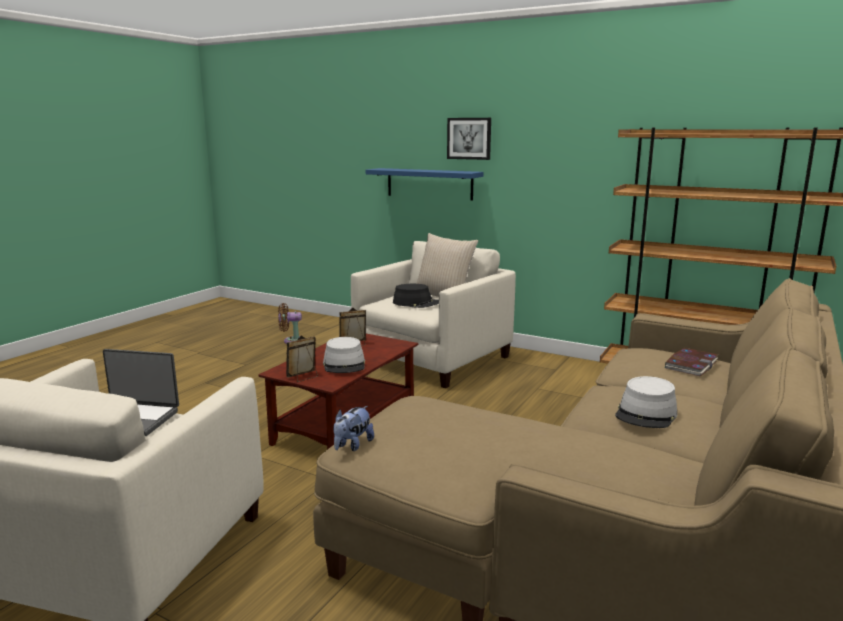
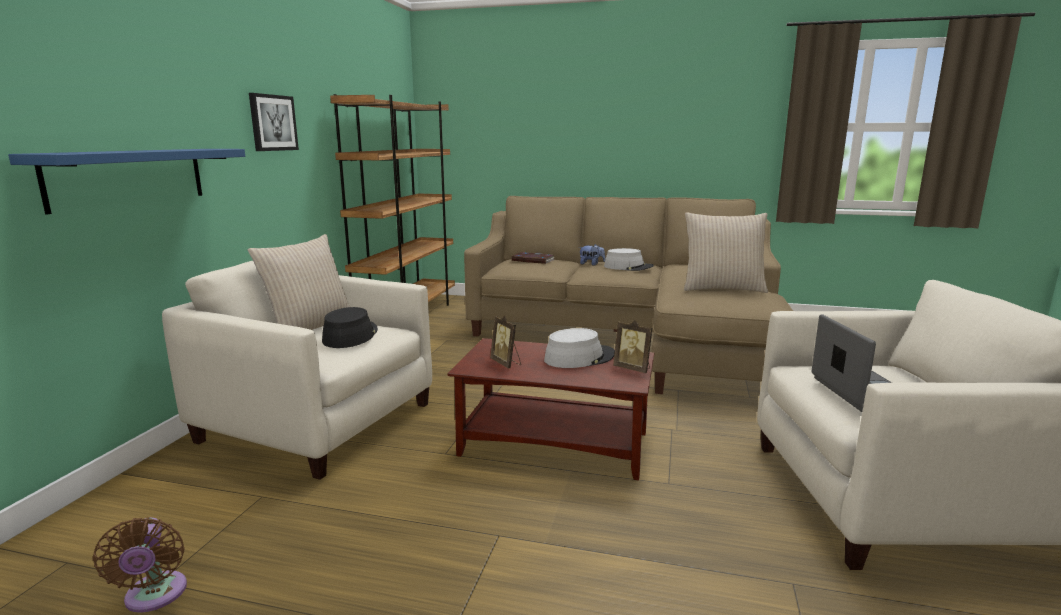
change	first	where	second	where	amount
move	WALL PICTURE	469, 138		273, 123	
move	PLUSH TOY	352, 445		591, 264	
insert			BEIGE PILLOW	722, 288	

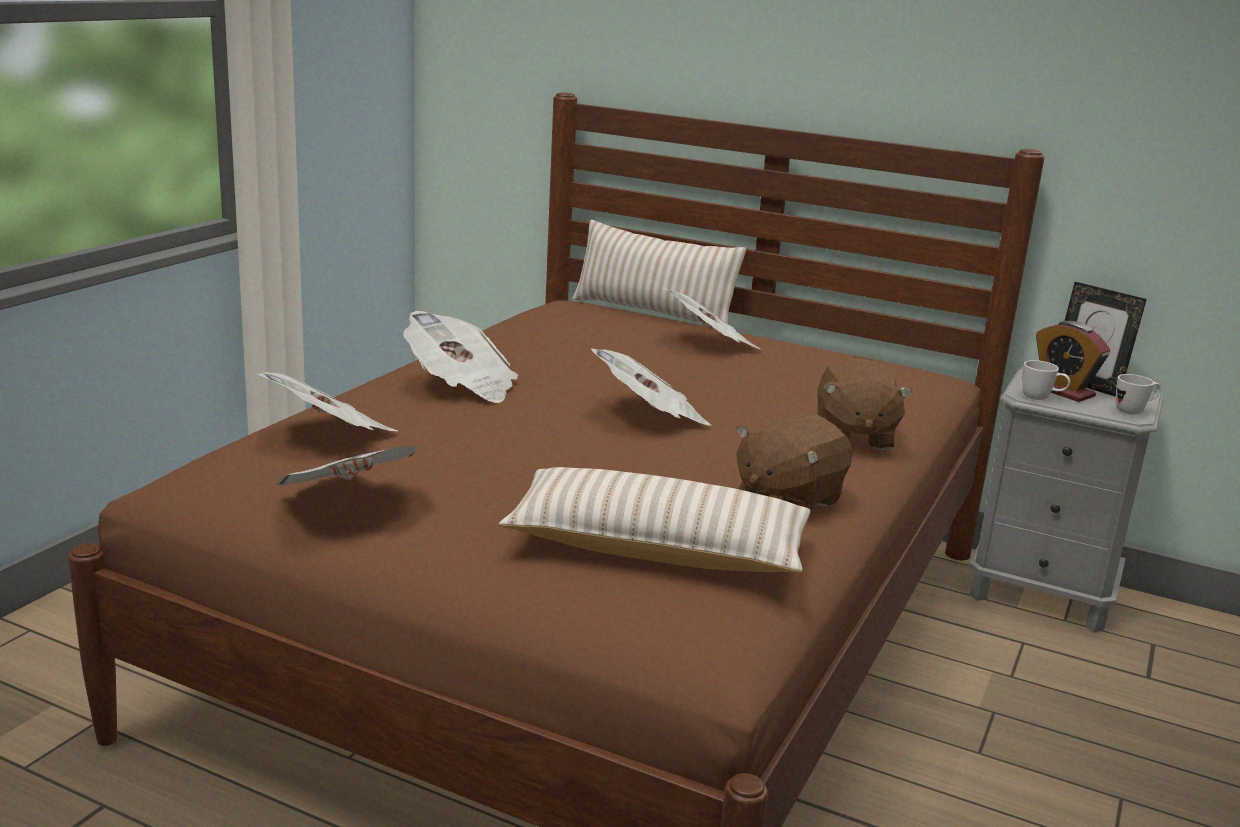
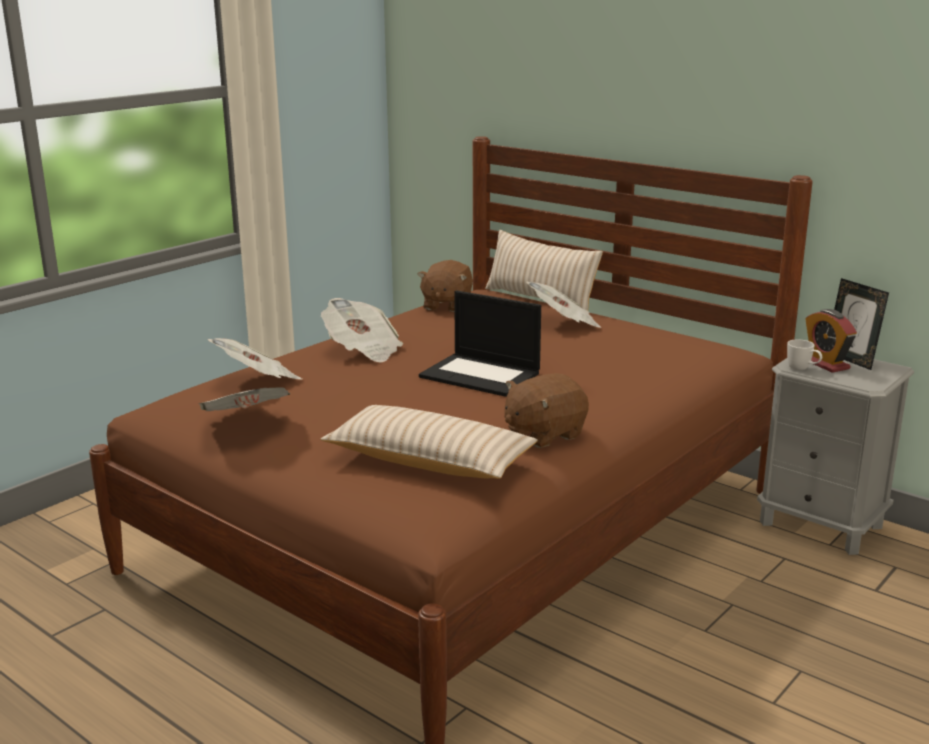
change	first	where	second	where	amount
replace	DAILY PAPER	650, 417	LAPTOP	481, 375	
move	BROWNISH PLUSH TOY	853, 436		446, 305	
delete	WHITE-COLOURED COFFEE MUG	1134, 411			

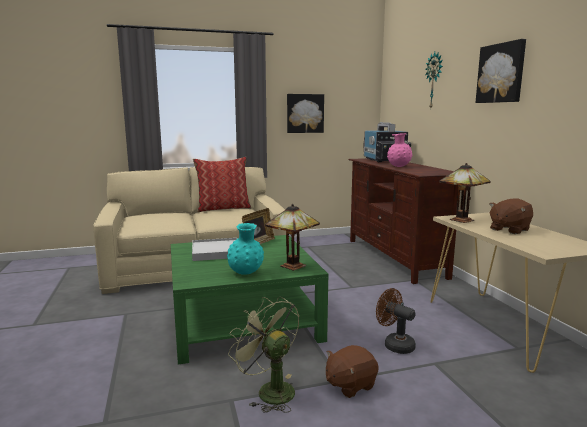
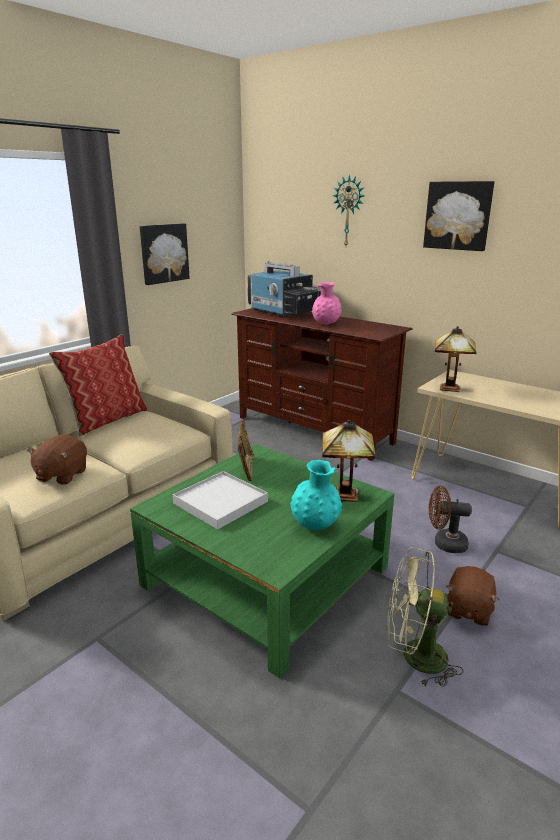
change	first	where	second	where	amount
move	BROWNISH PLUSH TOY	509, 229		61, 475	

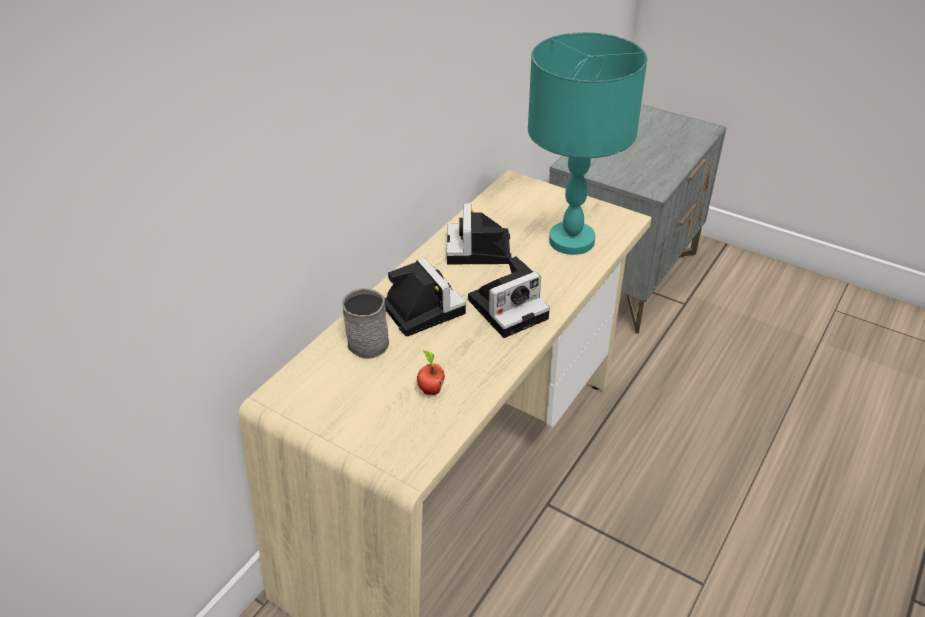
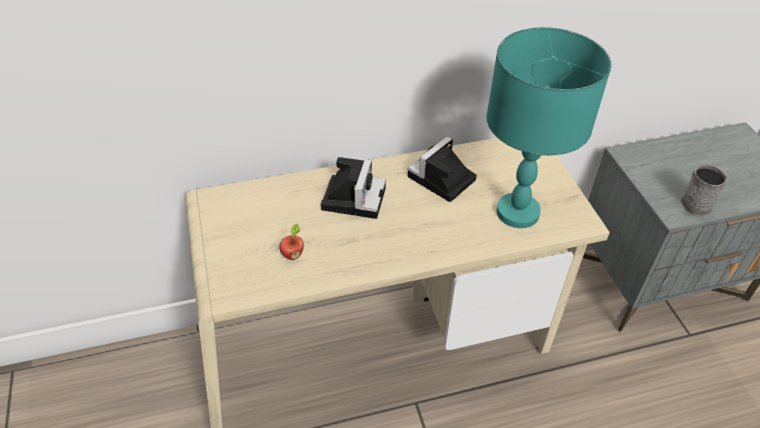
change	first	where	second	where	amount
delete	STILL CAMERA	509, 307			
move	GREY COFFEE MUG	364, 340		694, 201	

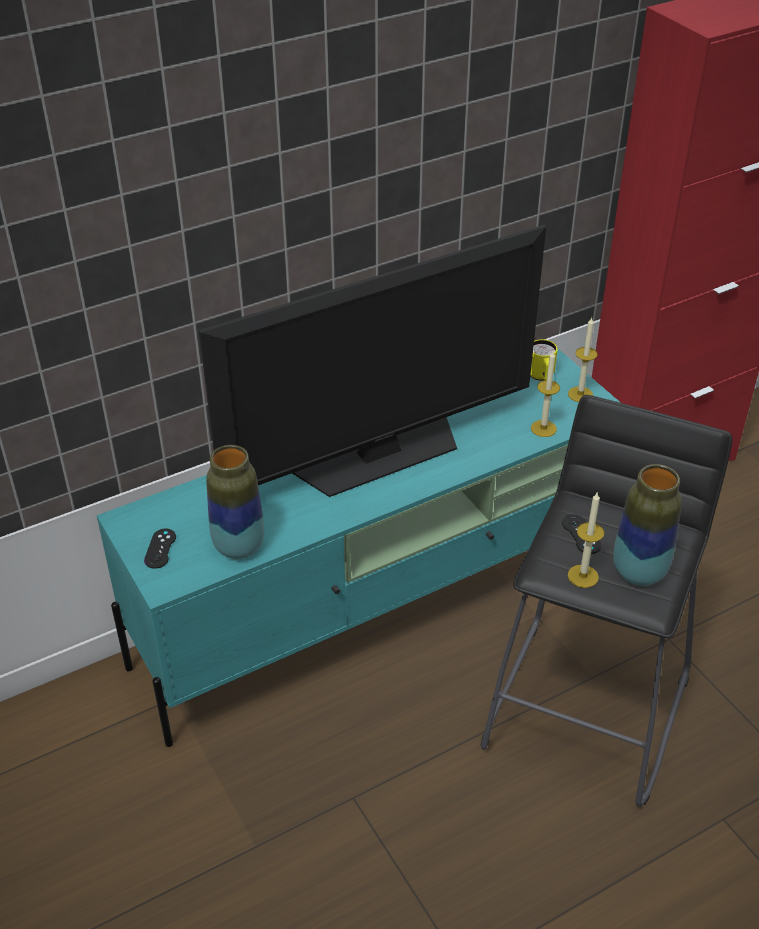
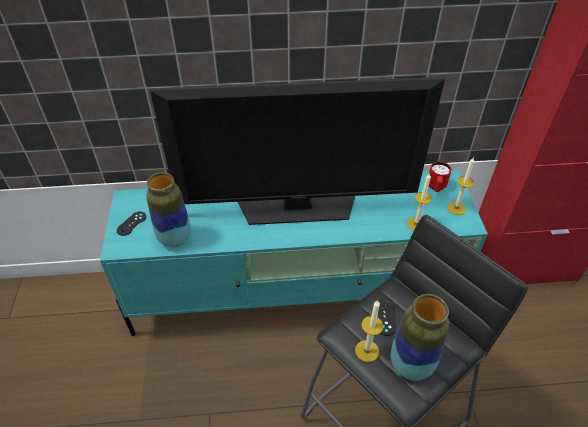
change	first	where	second	where	amount
recolor	YELLOW COFFEE MUG	541, 377	RED COFFEE MUG	436, 187	

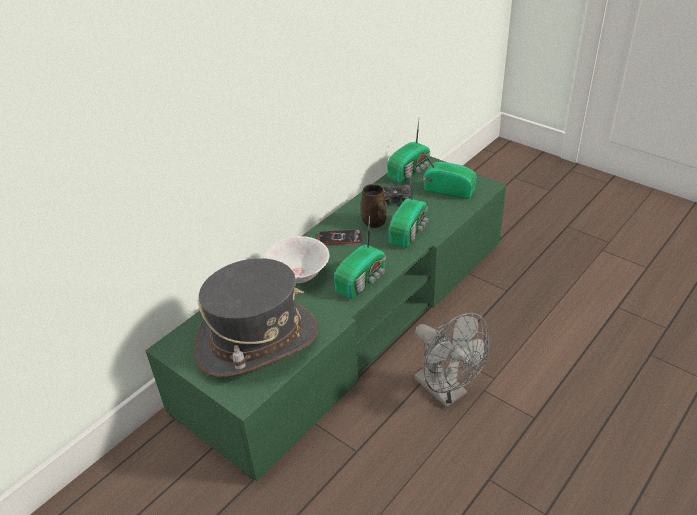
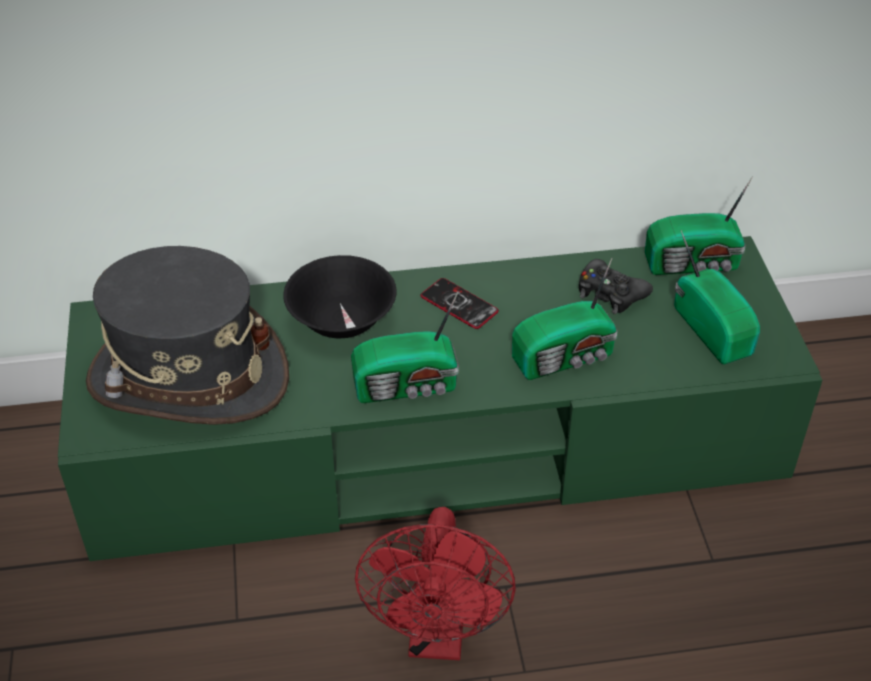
change	first	where	second	where	amount
delete	BROWNISH COFFEE MUG	375, 222			
recolor	WHITE-COLOURED BOWL	298, 275	BLACK BOWL	341, 322	
recolor	GREY FAN	446, 391	RED FAN	438, 636	

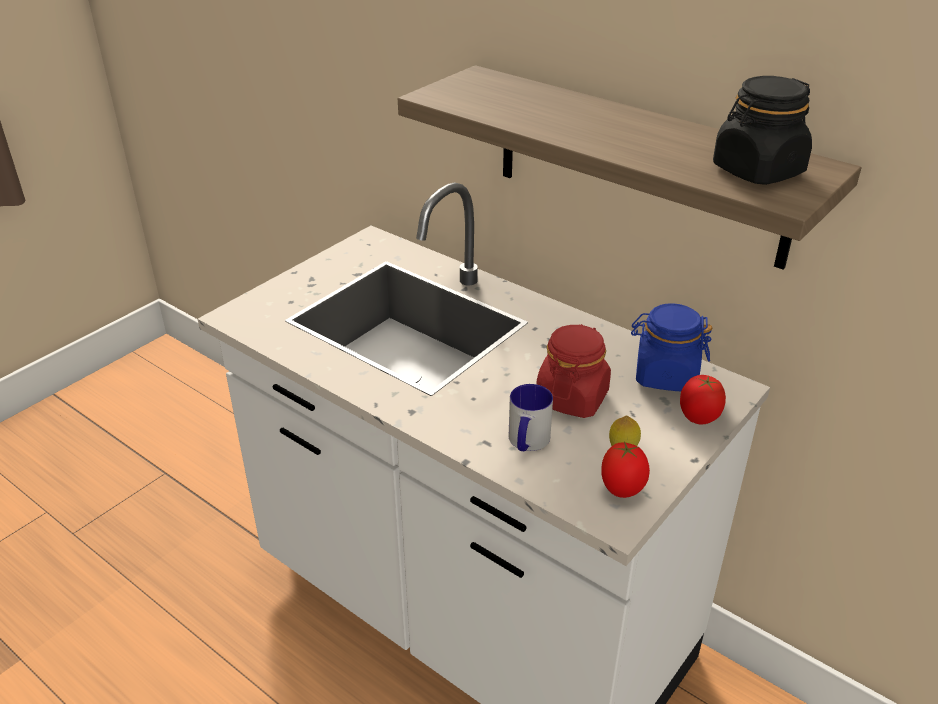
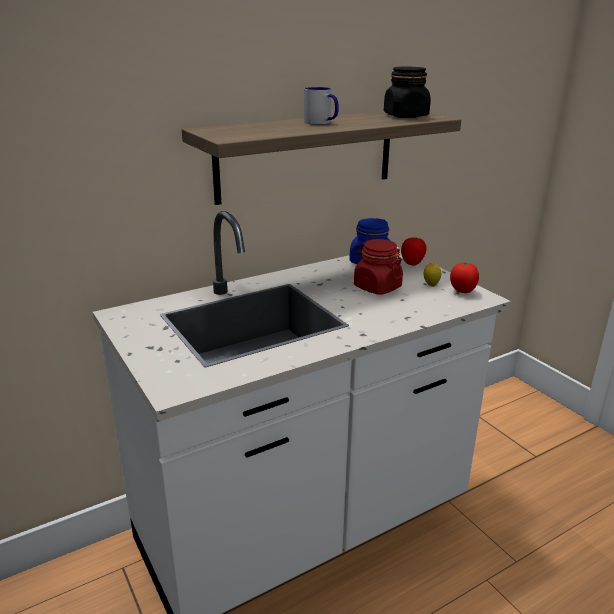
change	first	where	second	where	amount
move	COFFEE MUG	527, 442		321, 123	

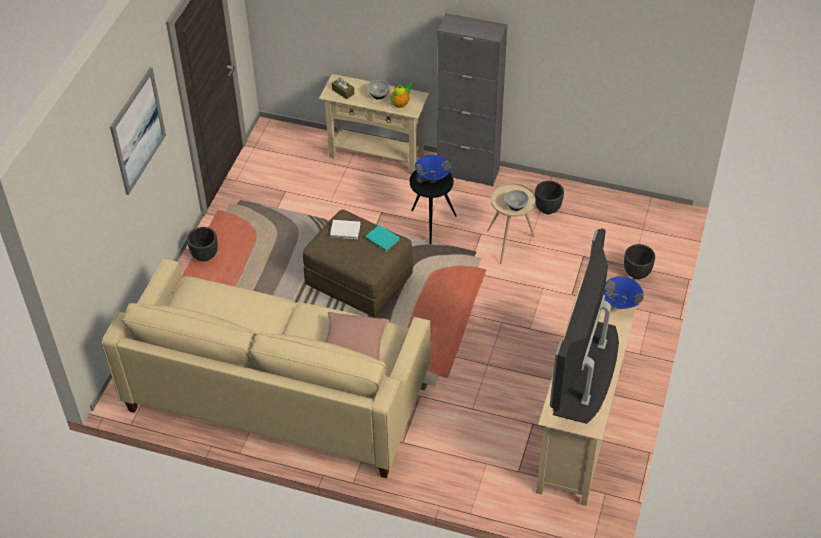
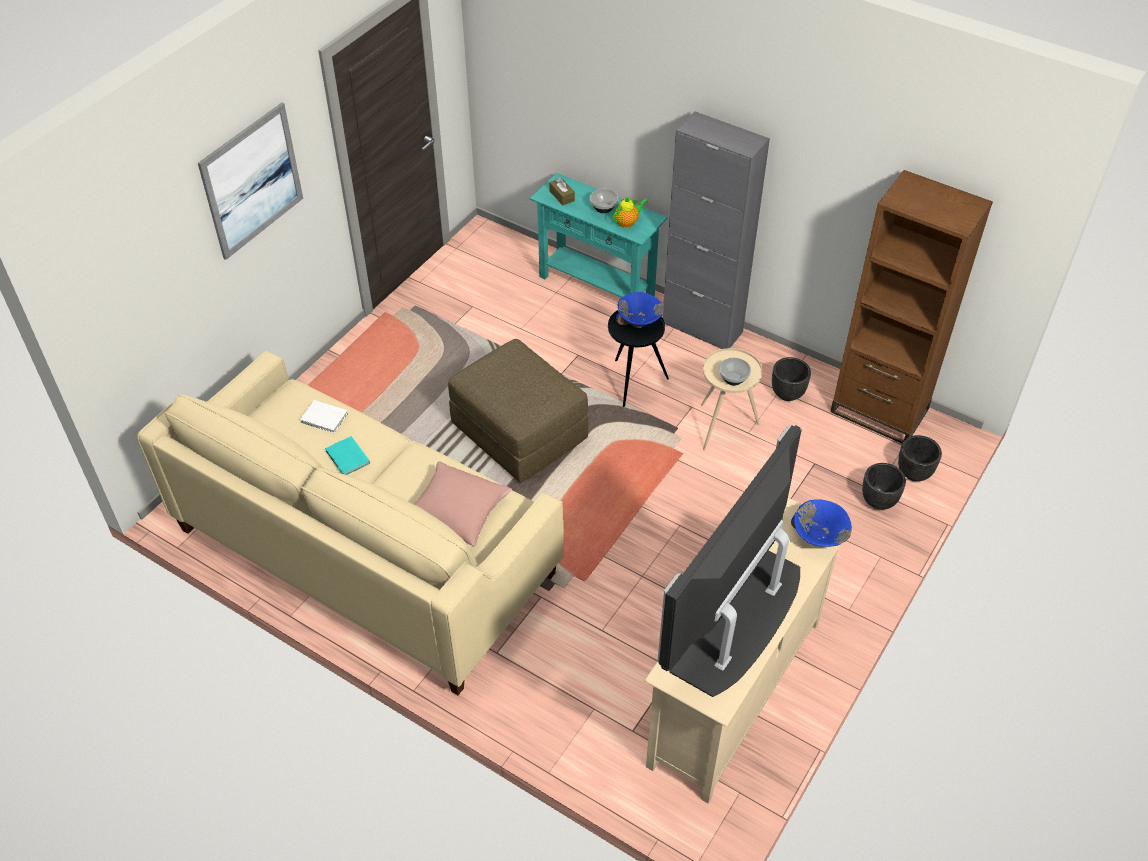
change	first	where	second	where	amount
recolor	BEIGE NARROW TABLE	376, 156	BLUE-GREEN NARROW TABLE	596, 286	
move	WHITE-COLOURED VOLUME	346, 231		325, 418	
move	BLUE-GREEN VOLUME	382, 240		347, 458	
move	BLACK PLANTER	205, 255		914, 473	
insert			BROWNISH BOOKSHELF	879, 411	

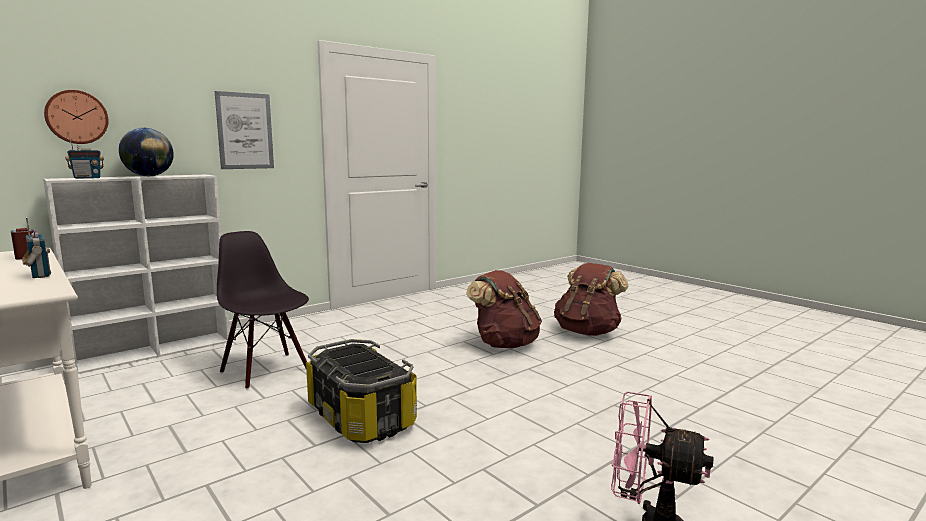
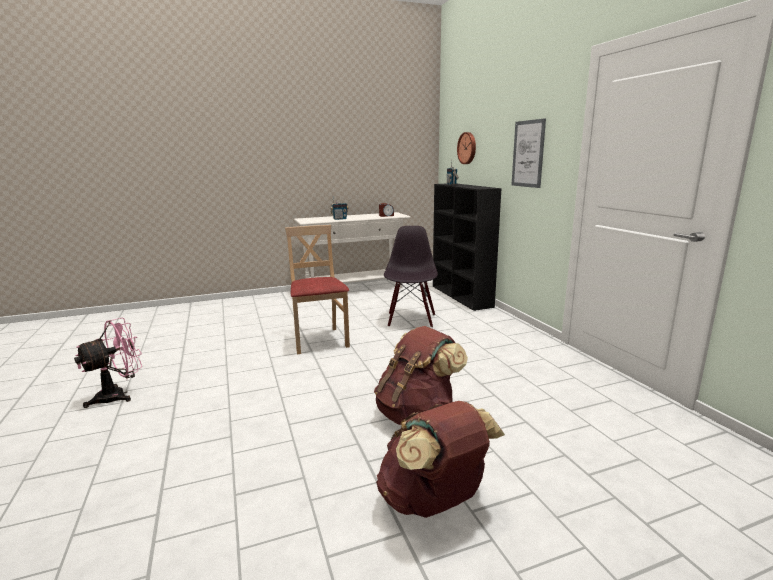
change	first	where	second	where	amount
delete	GLOBE	149, 176			
recolor	WHITE-COLOURED BOOKSHELF	156, 351	BLACK BOOKSHELF	462, 296	
rotate	BLACK UPRIGHT CHAIR	266, 370		411, 320	60 degrees counterclockwise
replace	STORAGE BOX	360, 417	BEIGE UPRIGHT CHAIR	319, 340	

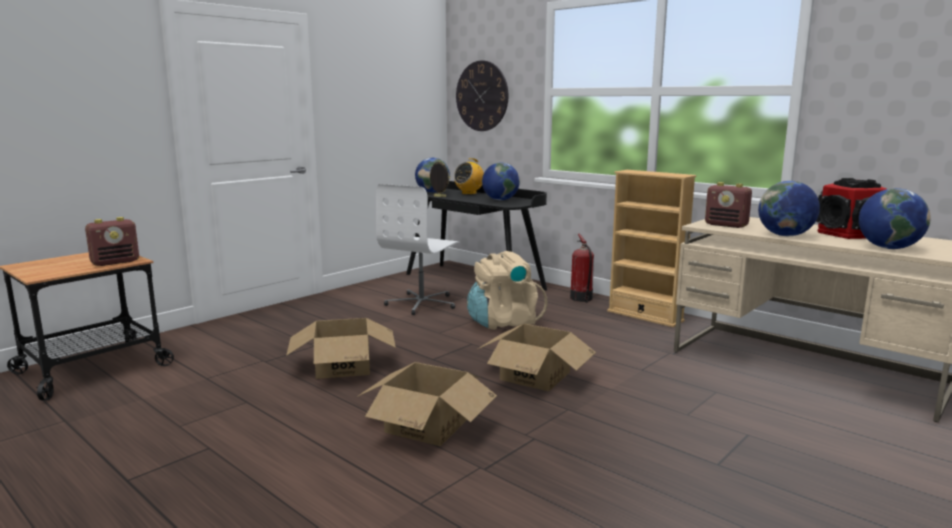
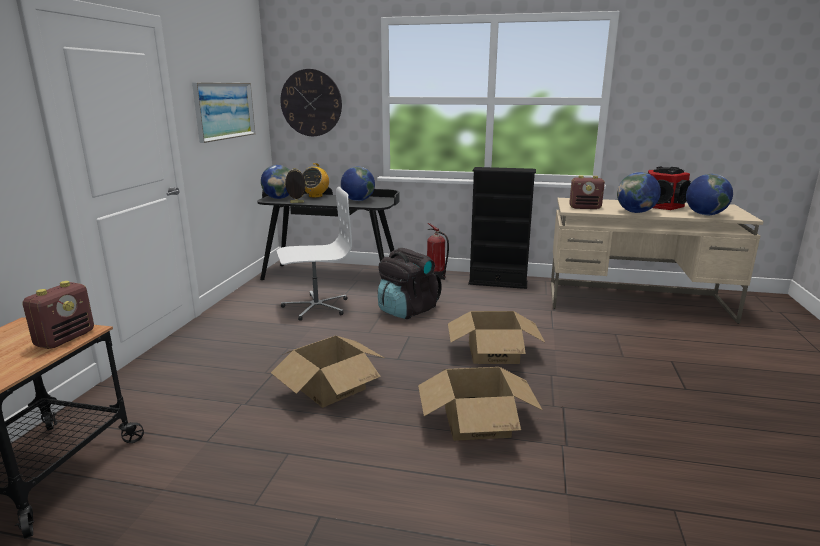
change	first	where	second	where	amount
recolor	BEIGE BOOKSHELF	645, 316	BLACK BOOKSHELF	497, 283	
rotate	WHITE-COLOURED COMPUTER CHAIR	422, 303		316, 307	105 degrees counterclockwise
recolor	BEIGE BACKPACK	503, 322	BLACK BACKPACK	407, 310	
insert			WALL PICTURE	224, 110	

